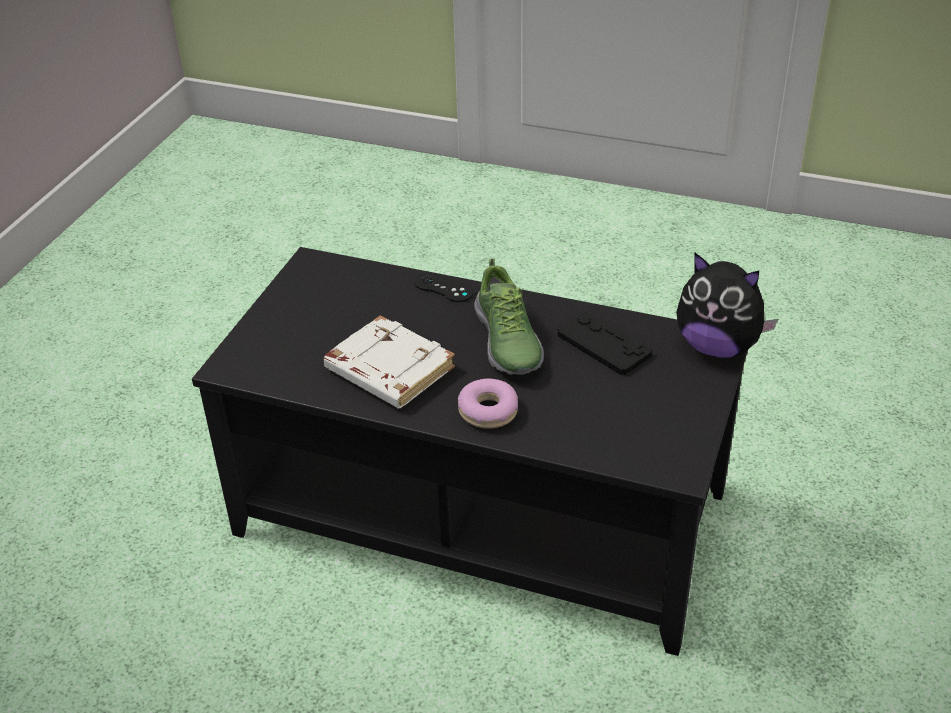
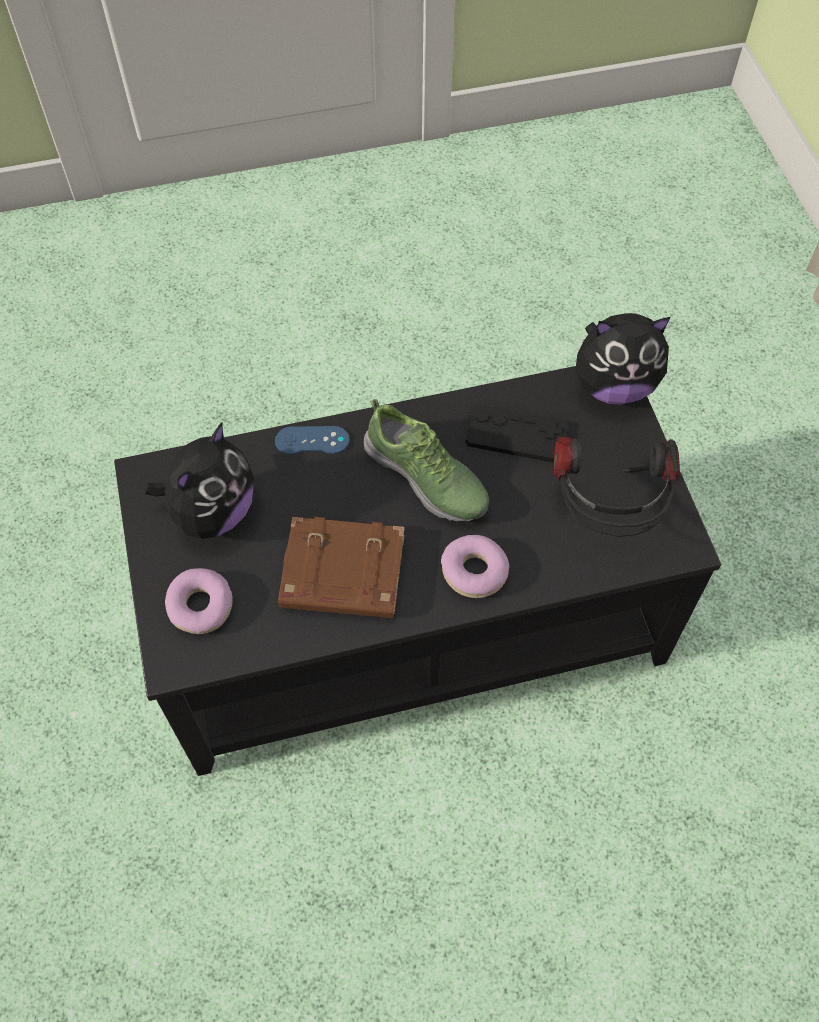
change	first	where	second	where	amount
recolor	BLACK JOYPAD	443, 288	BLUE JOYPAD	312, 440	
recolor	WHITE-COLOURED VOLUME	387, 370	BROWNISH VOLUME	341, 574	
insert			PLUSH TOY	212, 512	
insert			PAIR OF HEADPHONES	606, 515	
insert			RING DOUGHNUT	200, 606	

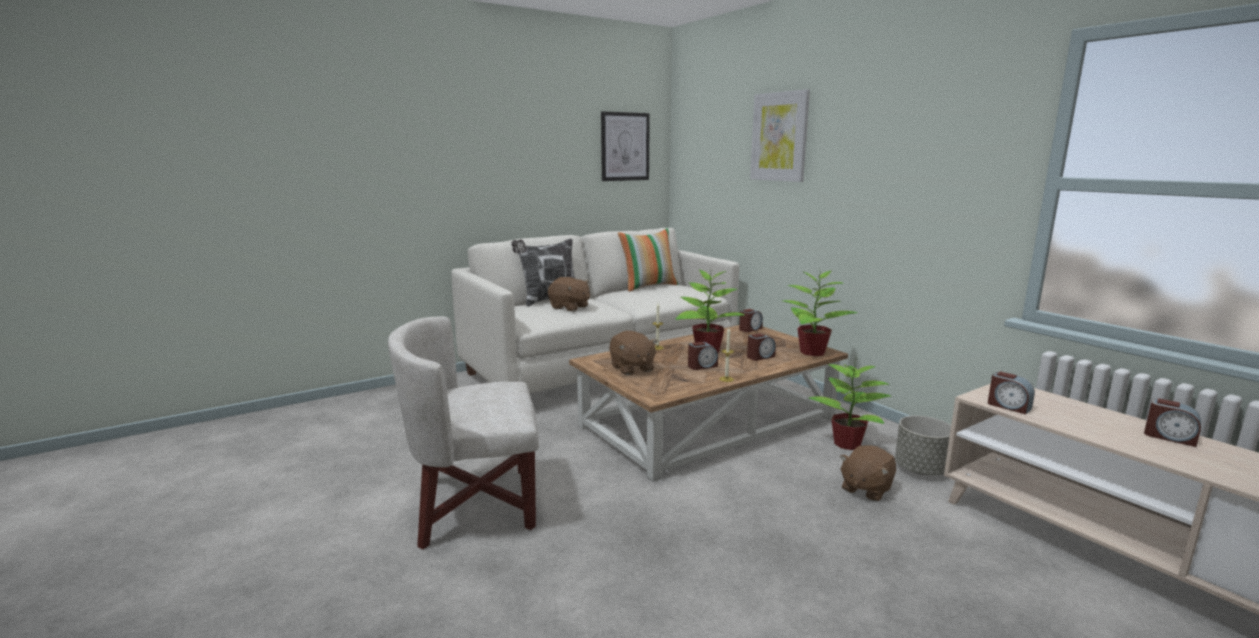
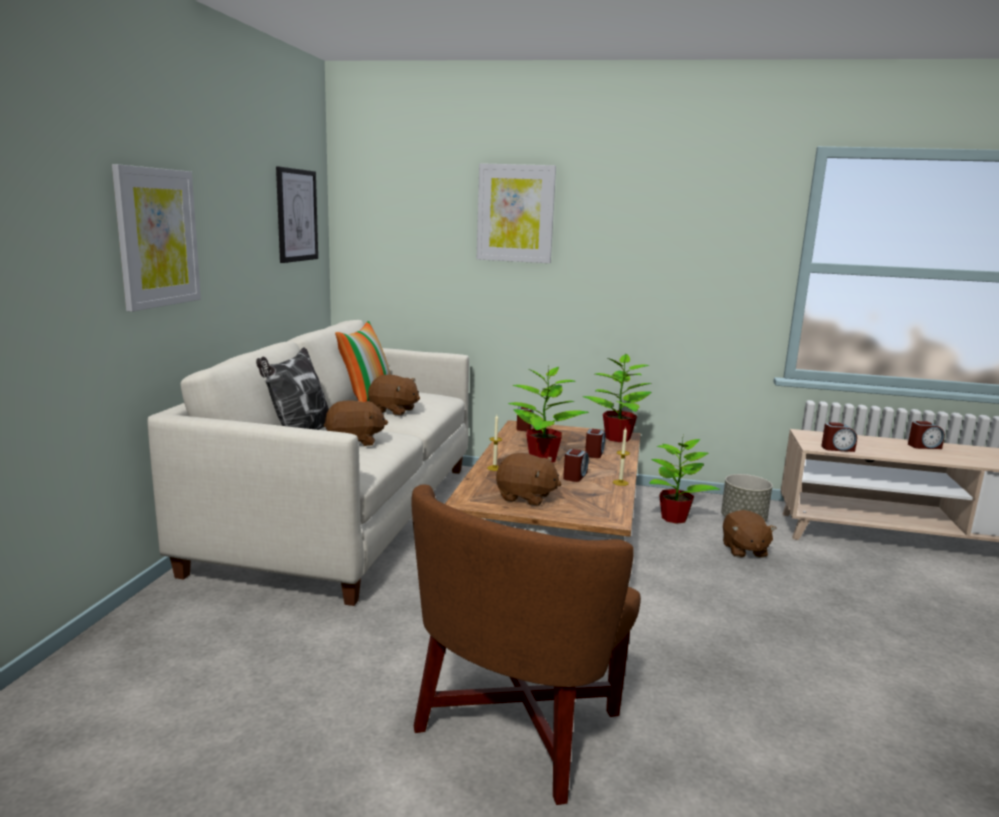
change	first	where	second	where	amount
recolor	WHITE-COLOURED LOUNGE CHAIR	475, 505	BROWNISH LOUNGE CHAIR	519, 725	
insert			WALL PICTURE	157, 238	
insert			BROWNISH PLUSH TOY	393, 410	

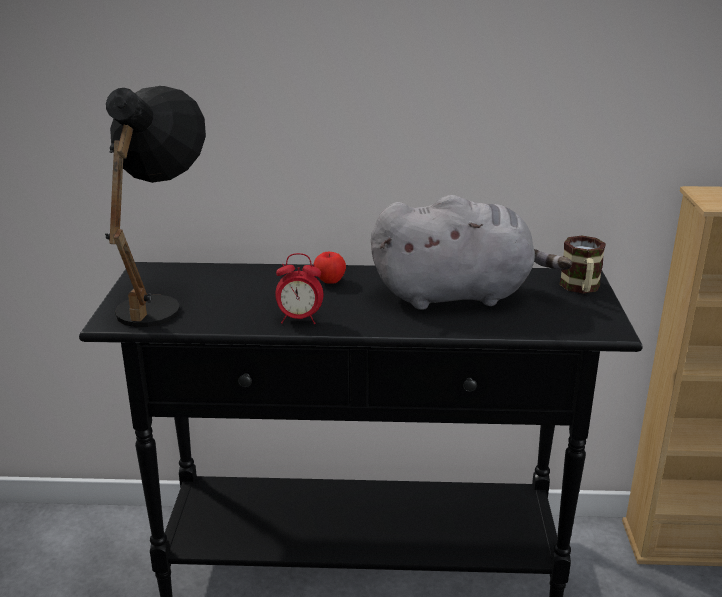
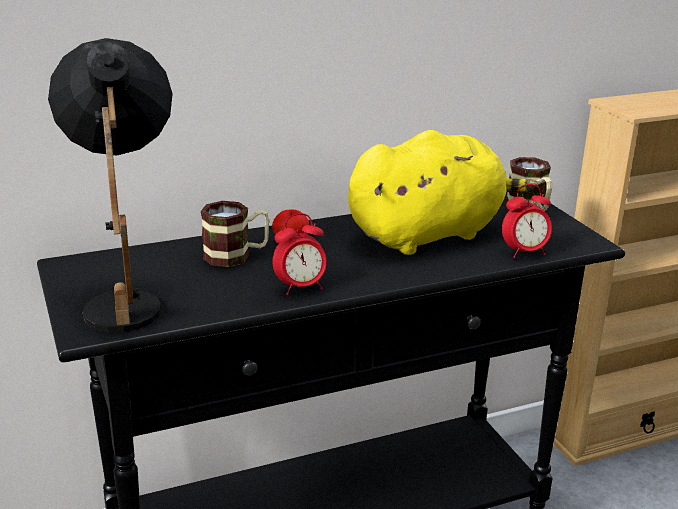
change	first	where	second	where	amount
recolor	GREY PLUSH TOY	458, 295	YELLOW PLUSH TOY	430, 234	
insert			BEDSIDE CLOCK	524, 252	
insert			COFFEE MUG	236, 256	

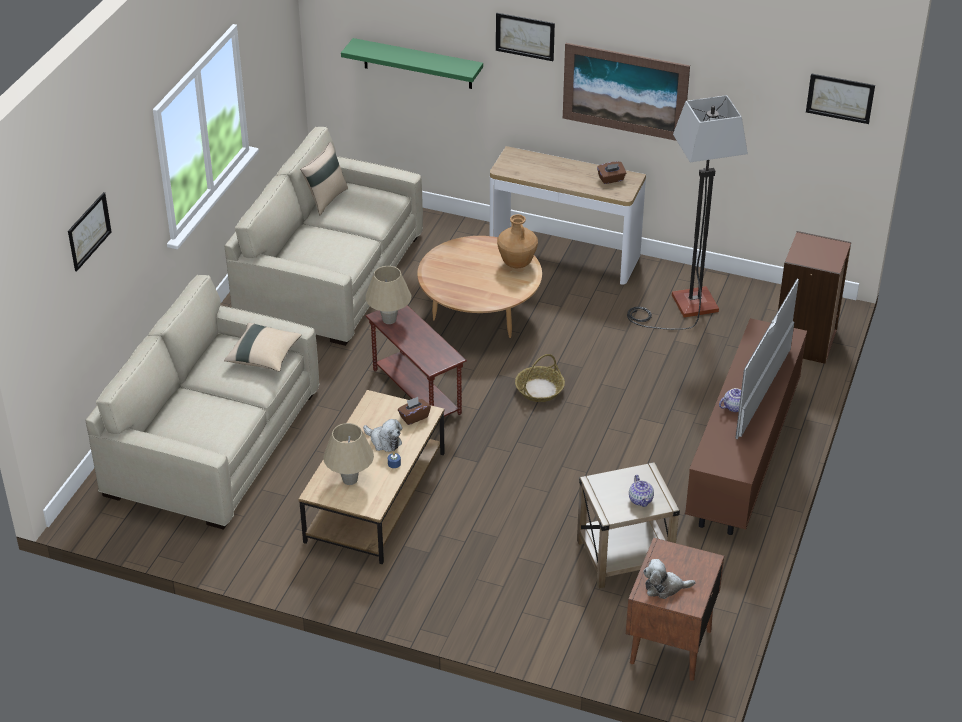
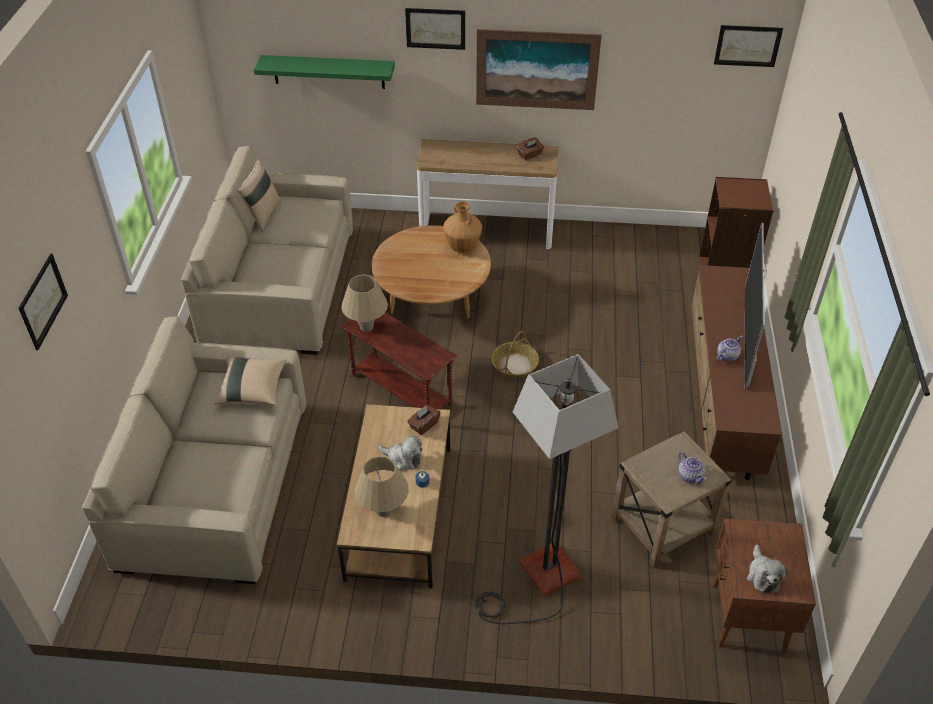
change	first	where	second	where	amount
move	FLOOR LAMP	683, 308		538, 581	
rotate	PLUSH TOY	664, 587		763, 575	75 degrees counterclockwise

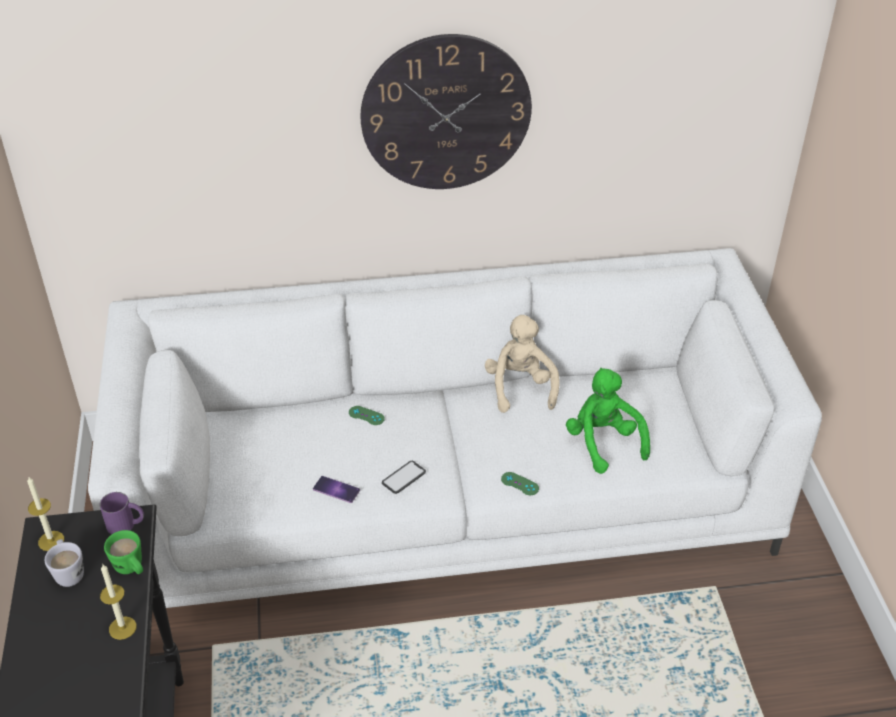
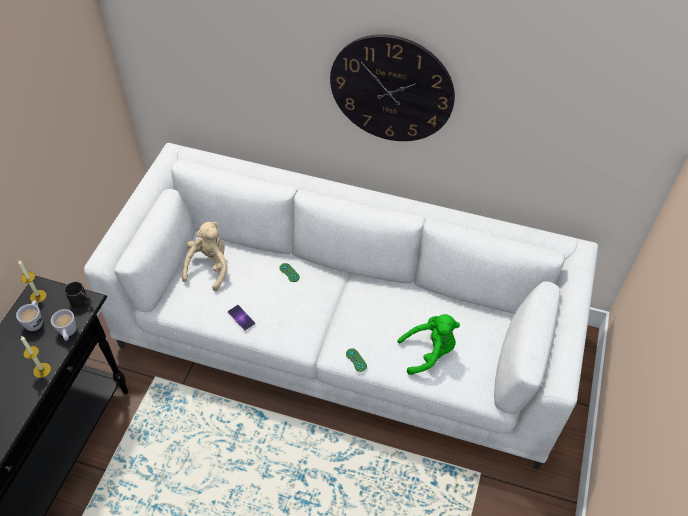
change	first	where	second	where	amount
move	BEIGE PLUSH TOY	520, 387		209, 267	
rotate	GREEN PLUSH TOY	603, 442		429, 352	75 degrees clockwise
delete	HANDSET	403, 477			
recolor	PURPLE COFFEE MUG	126, 524	BLACK COFFEE MUG	82, 302	
recolor	GREEN COFFEE MUG	131, 569	WHITE-COLOURED COFFEE MUG	68, 333	

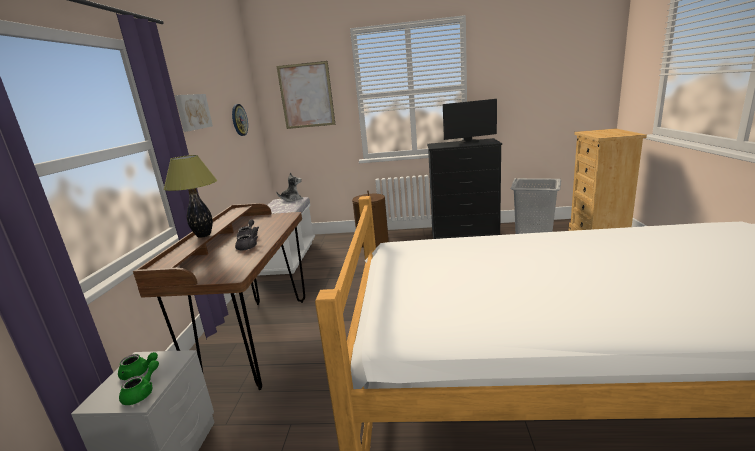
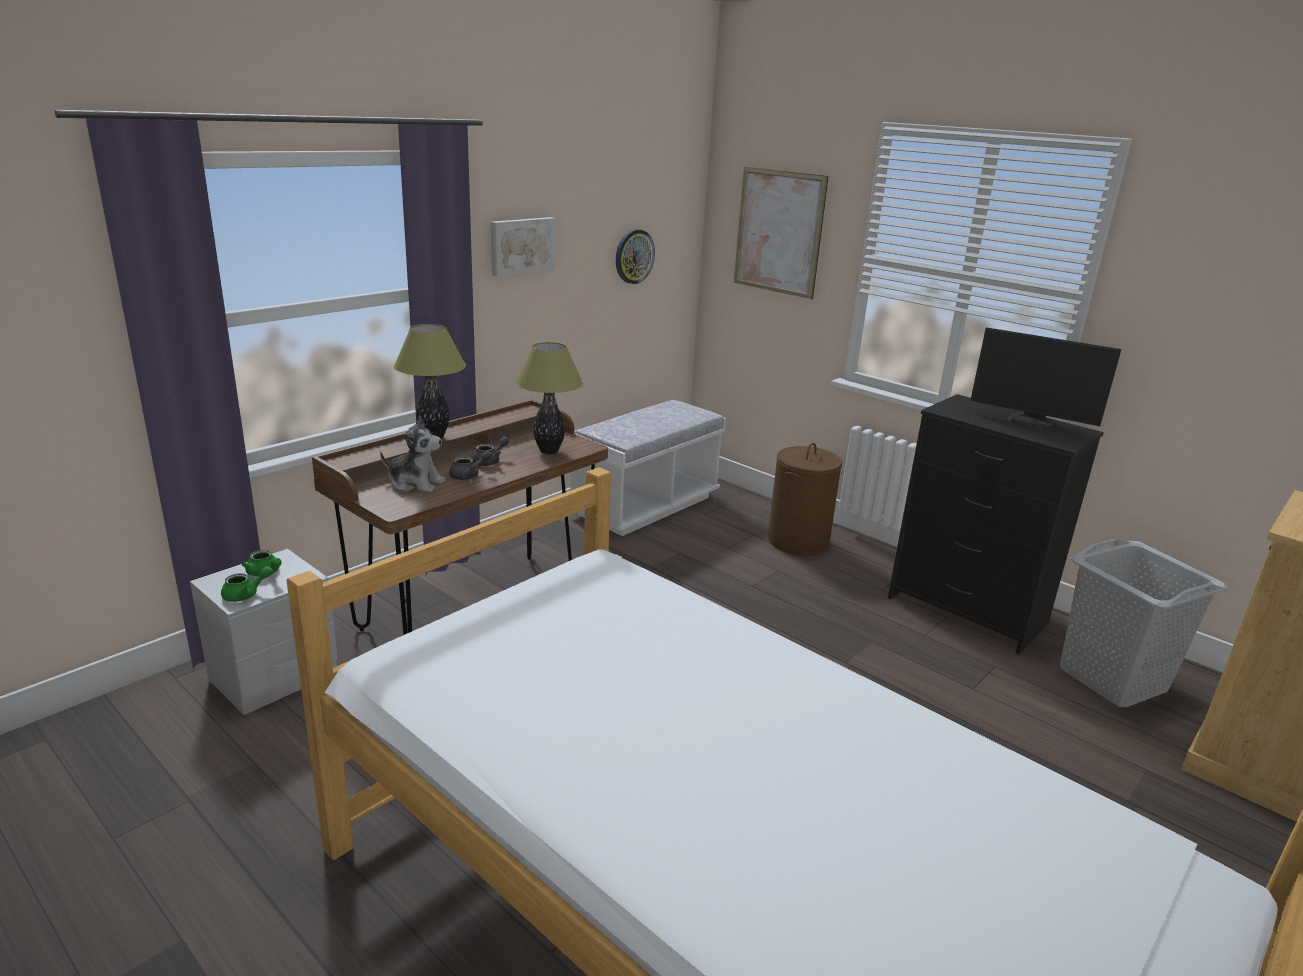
change	first	where	second	where	amount
move	PLUSH TOY	292, 199		415, 483	
insert			LAMP FOR A TABLE	549, 451	

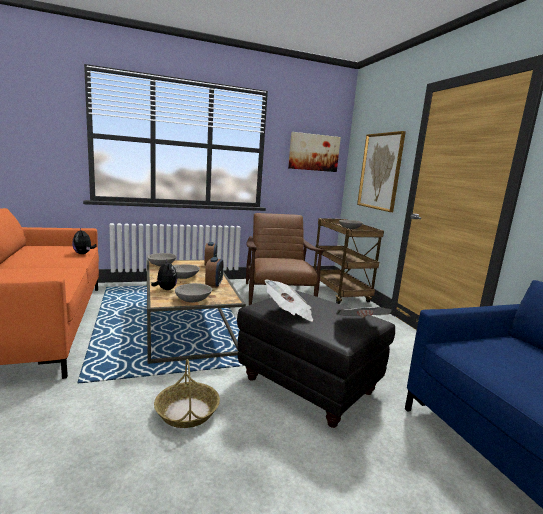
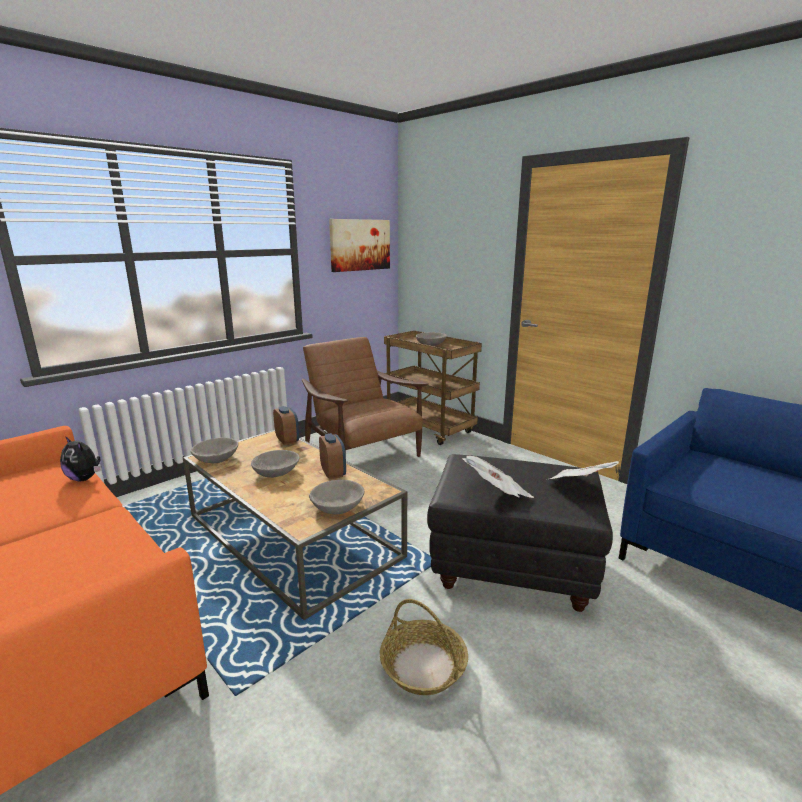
change	first	where	second	where	amount
delete	WALL PICTURE	380, 171			
delete	PLUSH TOY	165, 289			

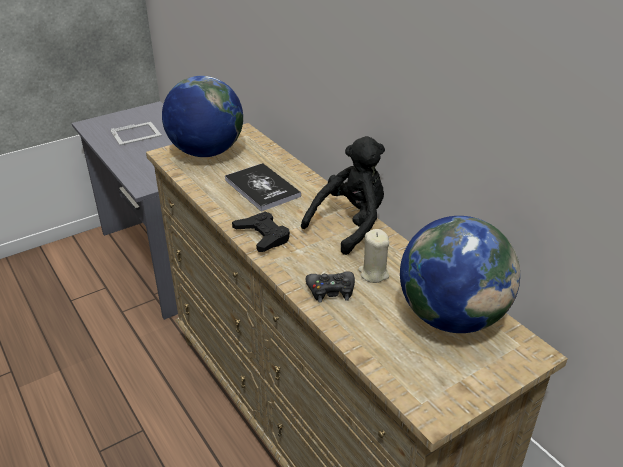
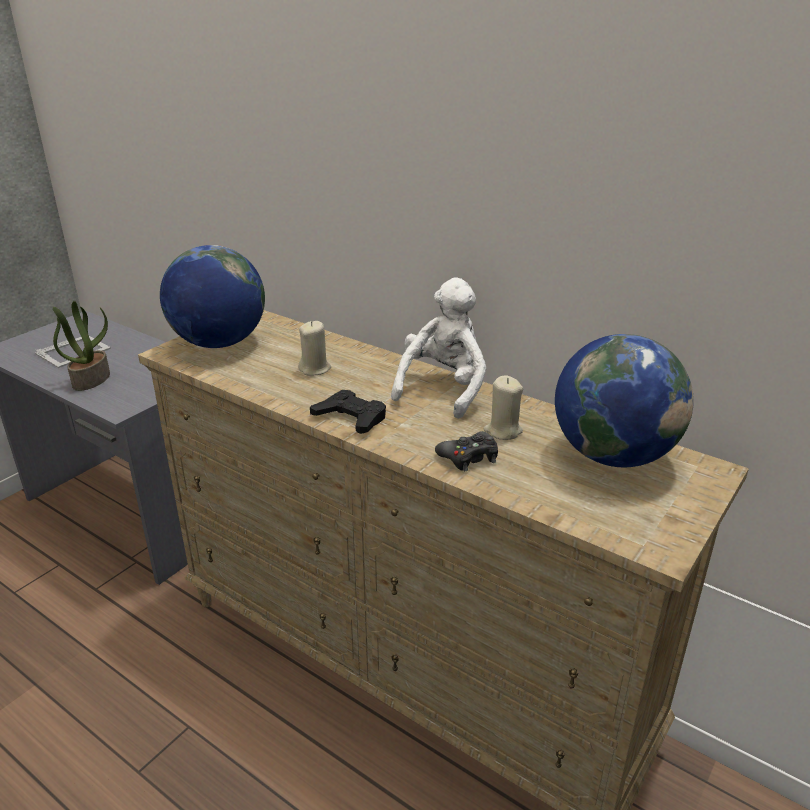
change	first	where	second	where	amount
recolor	BLACK PLUSH TOY	350, 225	WHITE-COLOURED PLUSH TOY	443, 388	
replace	VOLUME	262, 188	BEIGE WAX LIGHT	315, 369	
insert			PLANT IN A POT	91, 379	

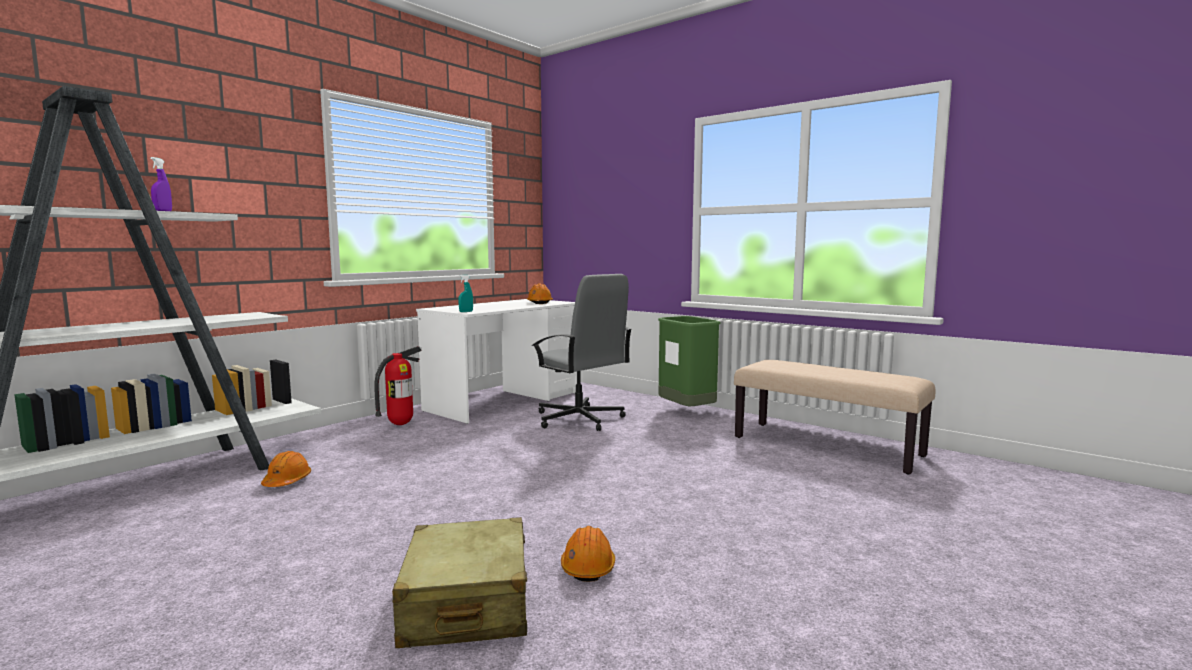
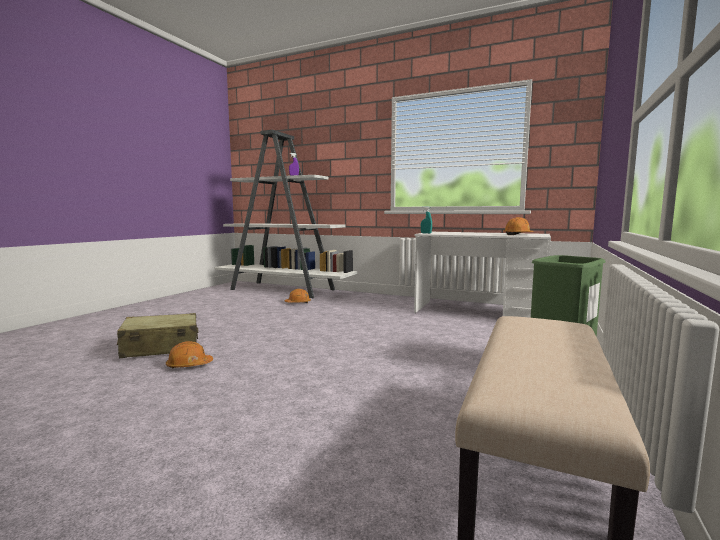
change	first	where	second	where	amount
delete	GREY COMPUTER CHAIR	579, 419			
delete	EXTINGUISHER	400, 424			

